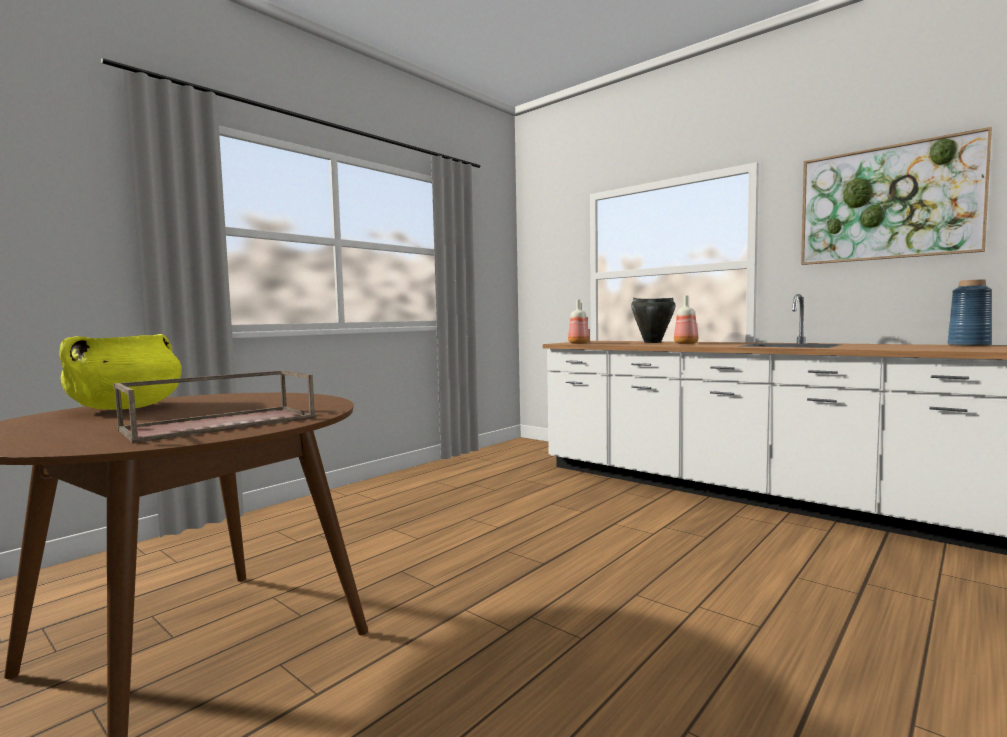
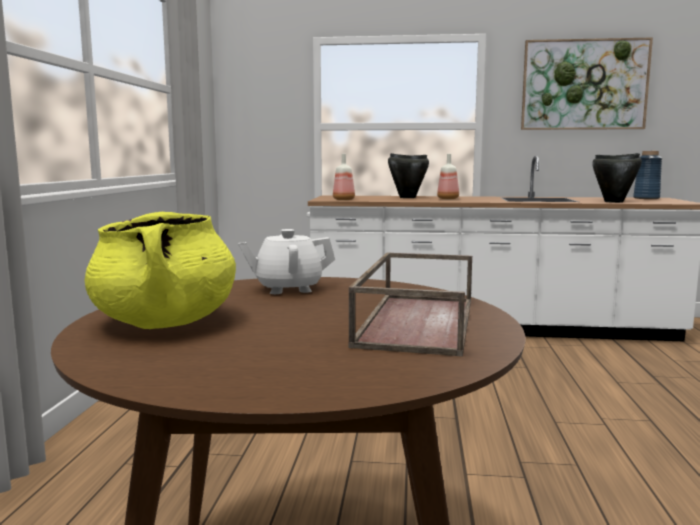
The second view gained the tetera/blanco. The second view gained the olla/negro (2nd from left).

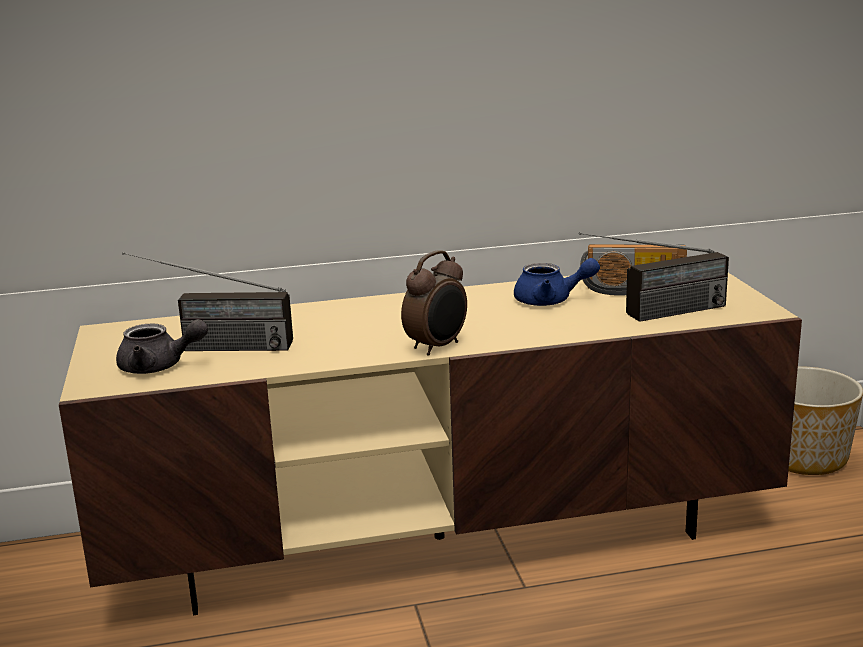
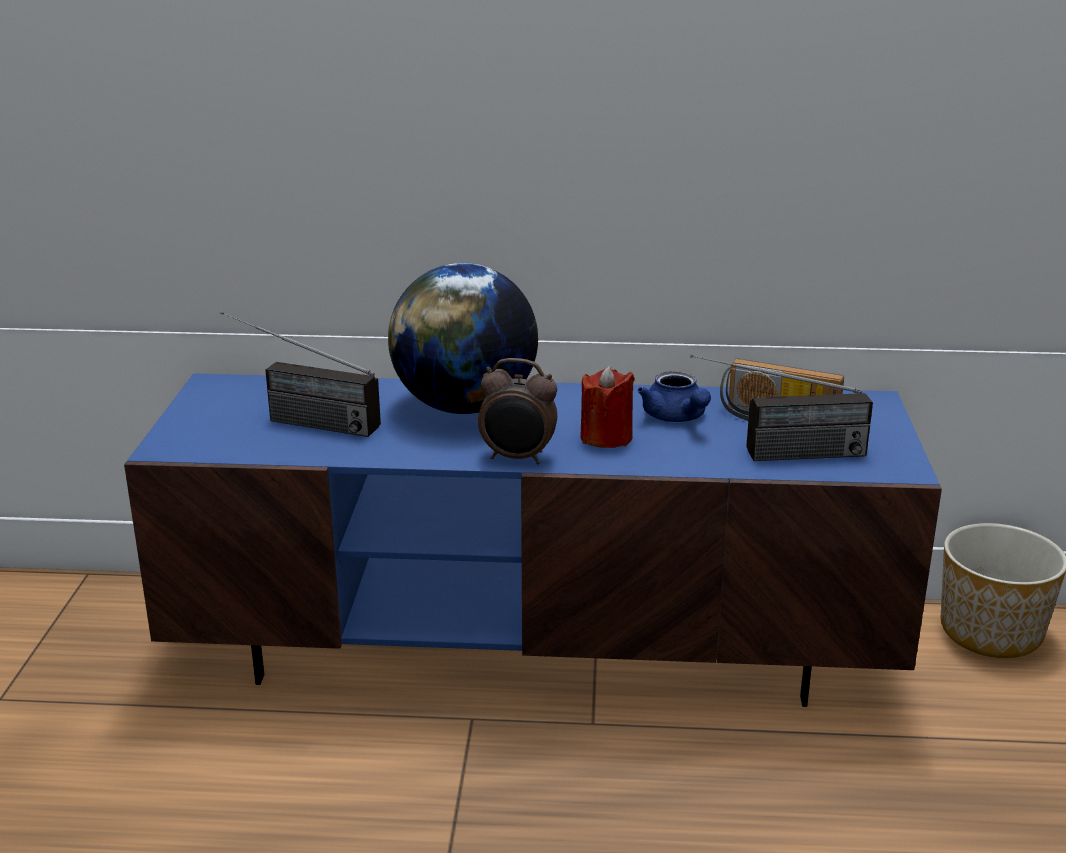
What was the mueble de televisión/beis turned into the mueble de televisión/azul. The second view lost the tetera/gris. The despertador ended up facing another way, 45 degrees clockwise from before. The tetera/azul ended up facing another way, 45 degrees clockwise from before. The second view gained the globo terráqueo. The second view gained the vela/rojo.

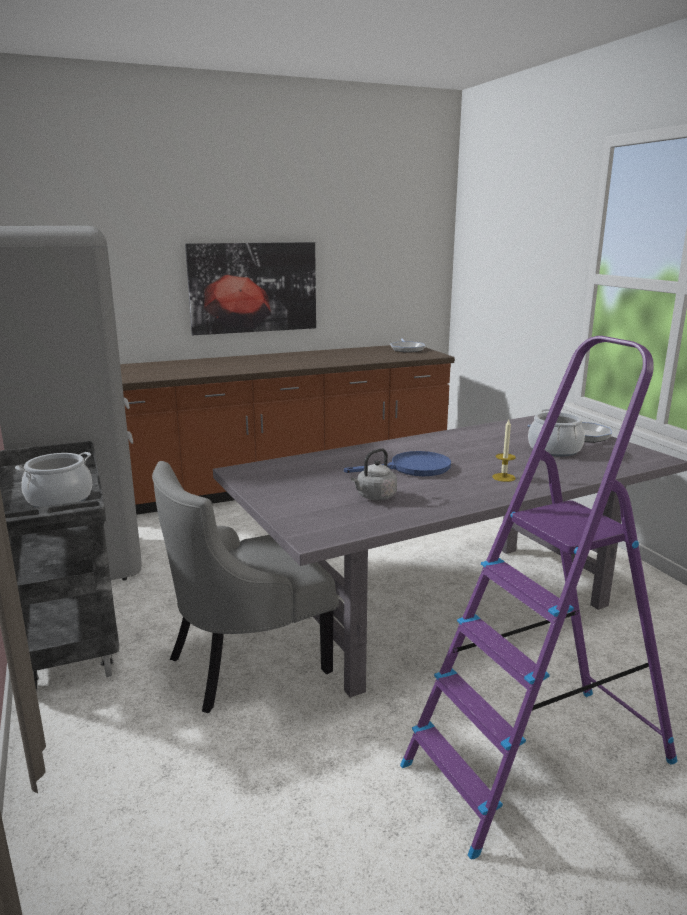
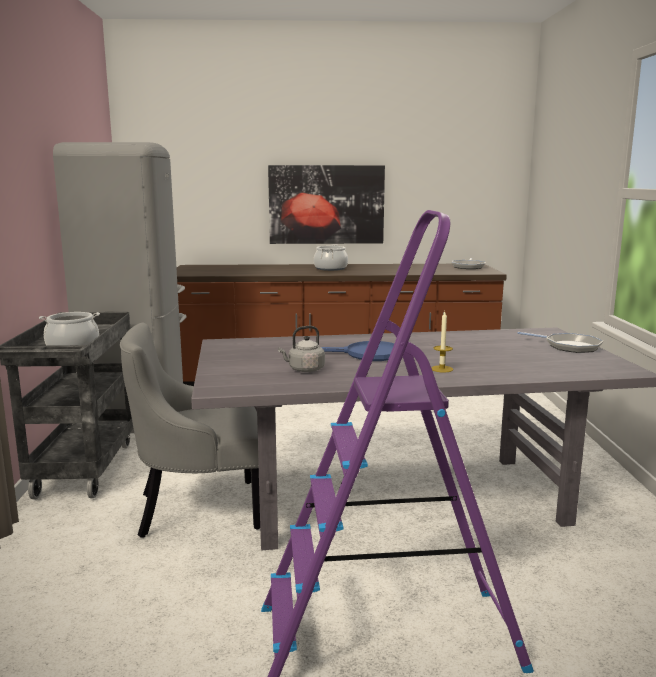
The olla (2nd from left) ended up elsewhere.

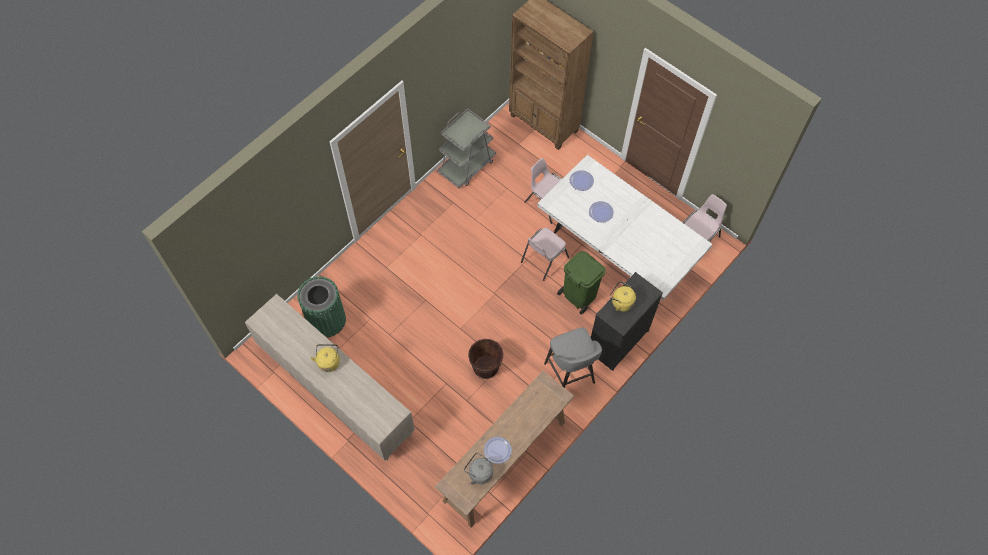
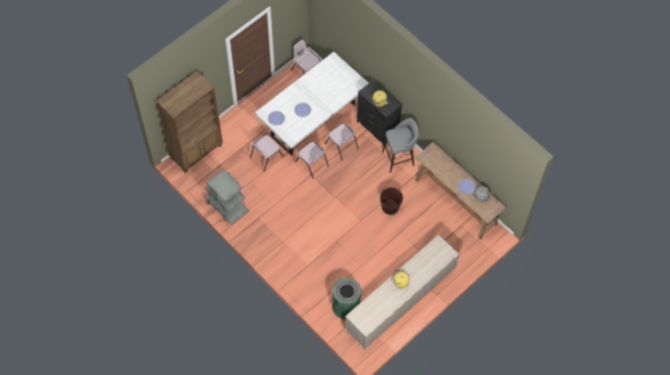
Where the papelera/verde (2nd from left) stood, the silla/rosa (4th from left) came to stand.

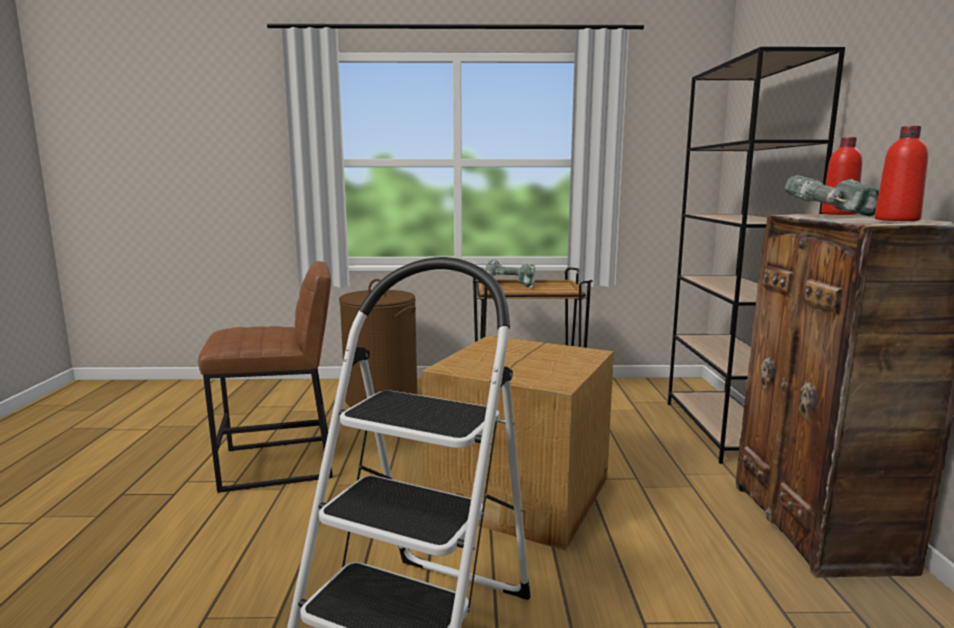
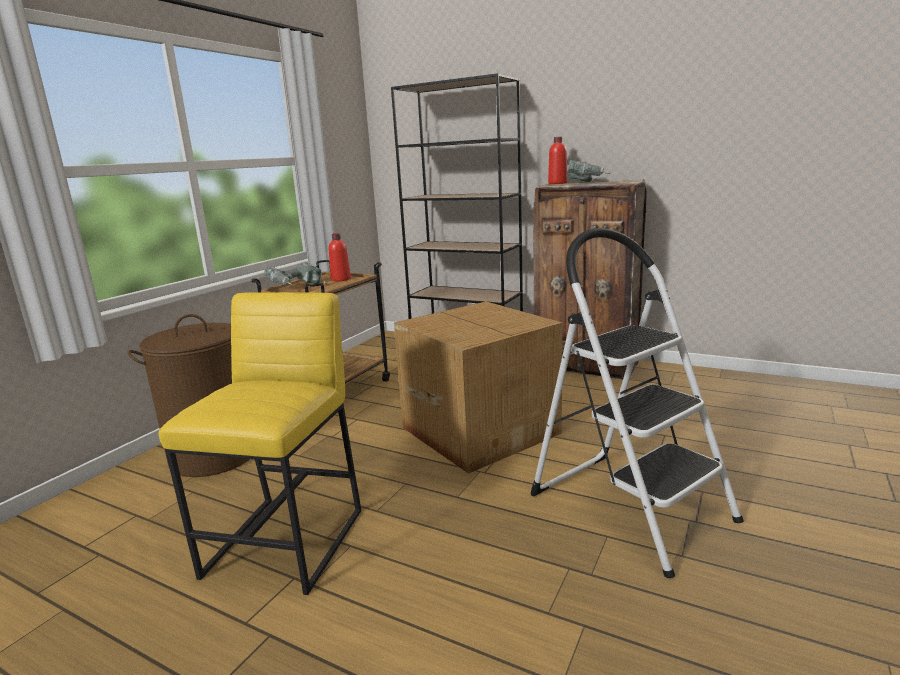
What was the silla/marrón turned into the silla/amarillo. The botella/rojo (2nd from left in the first image) ended up elsewhere.

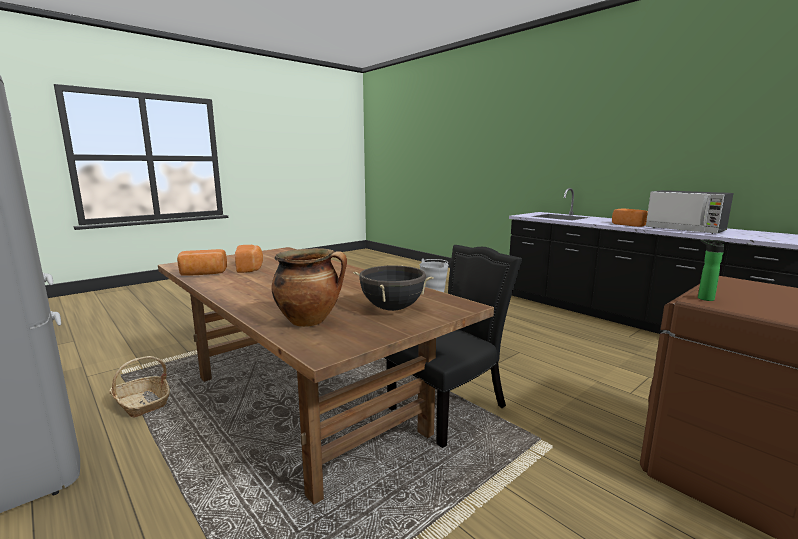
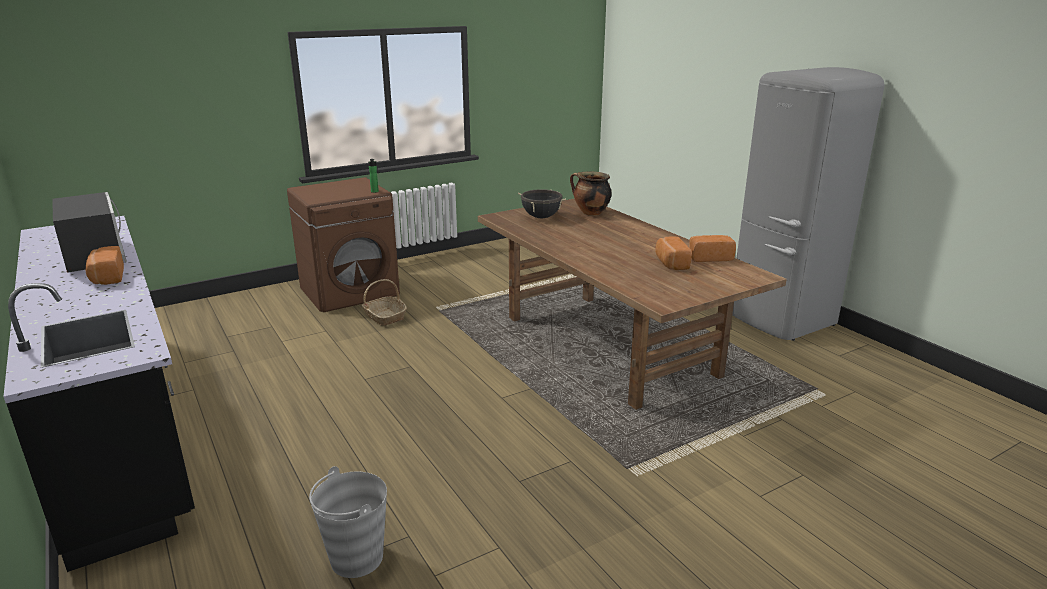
The cesta ended up elsewhere. The second view lost the silla/negro.

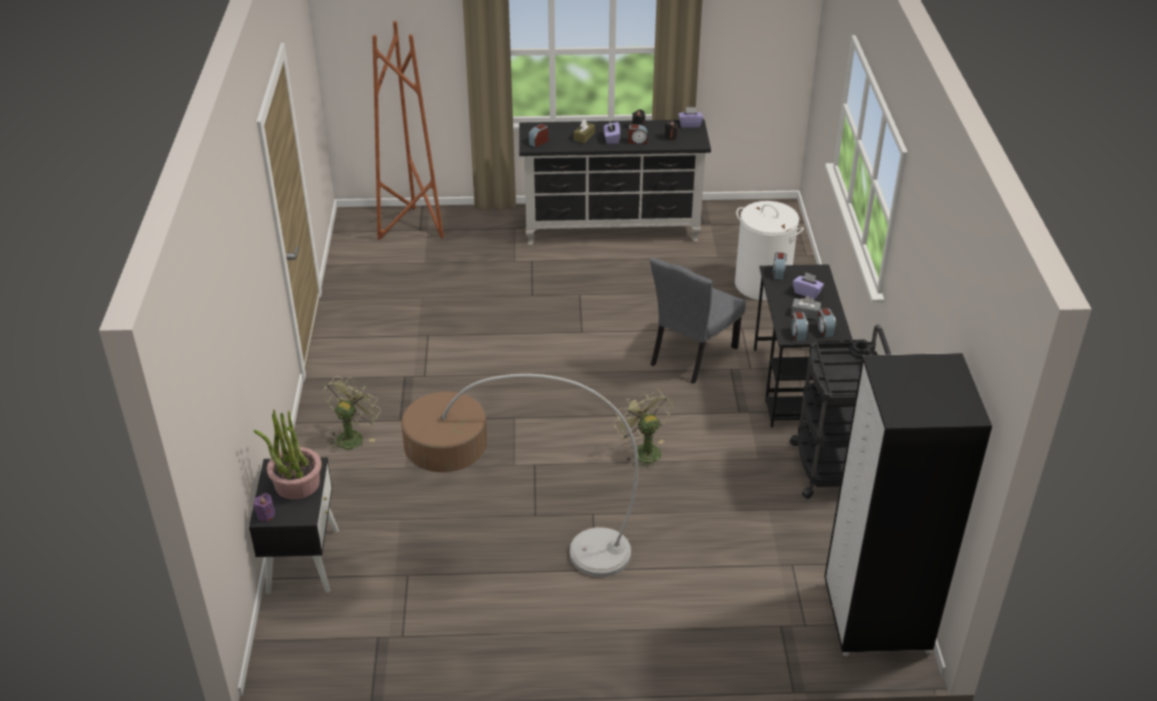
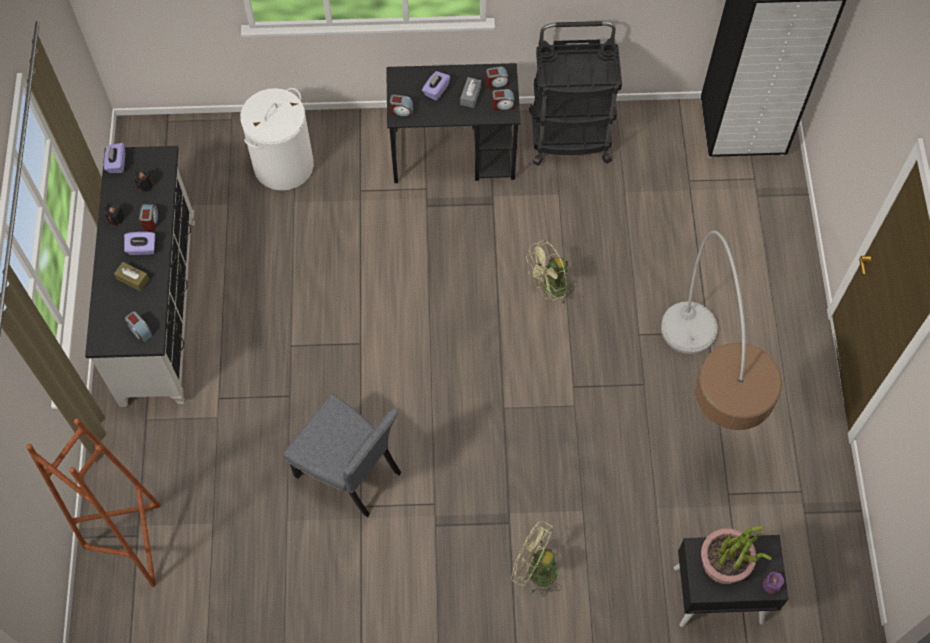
The silla/gris ended up elsewhere.

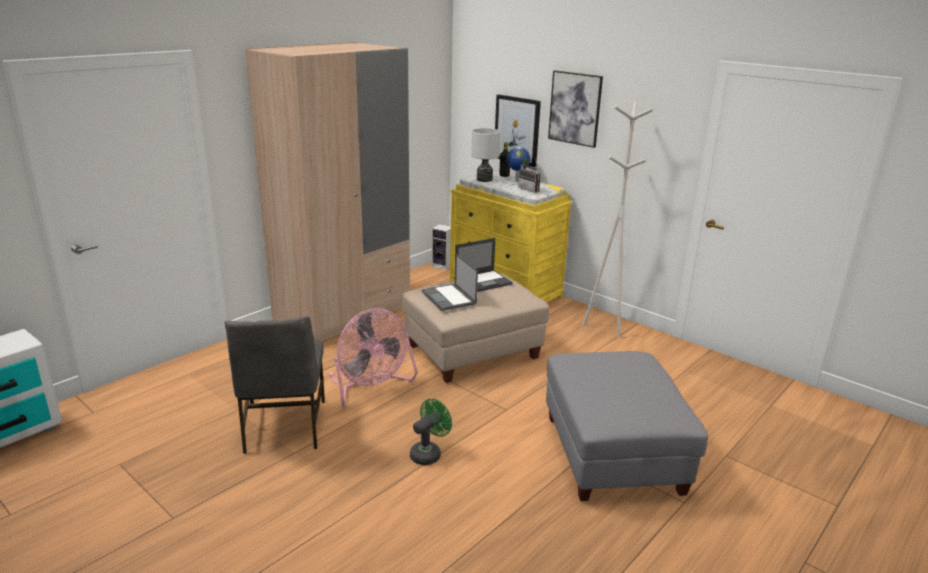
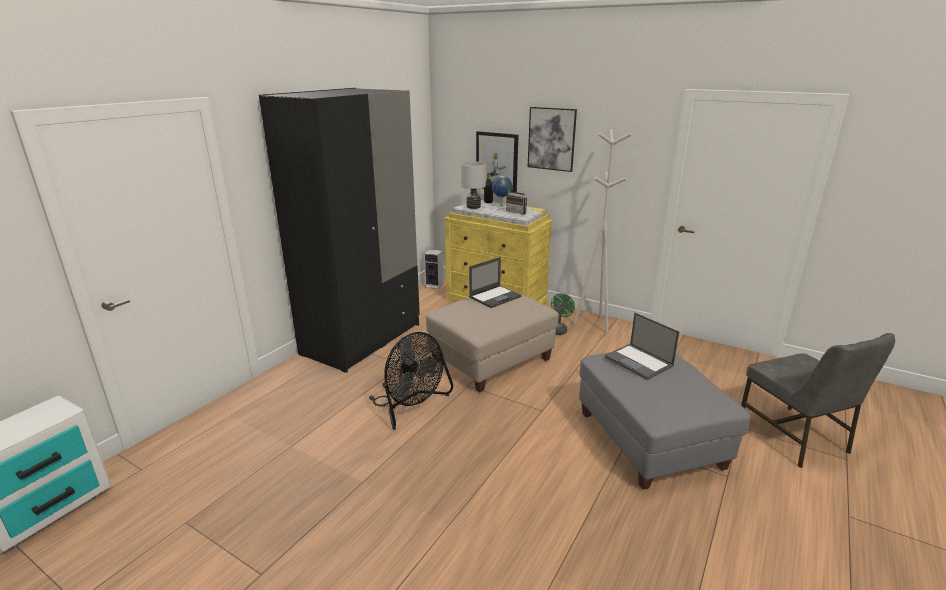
The silla/gris ended up elsewhere. What was the armario ropero/beis turned into the armario ropero/negro. What was the ventilador/rosa turned into the ventilador/negro. The ventilador/verde ended up elsewhere. The portátil (1st from left in the first image) ended up elsewhere.

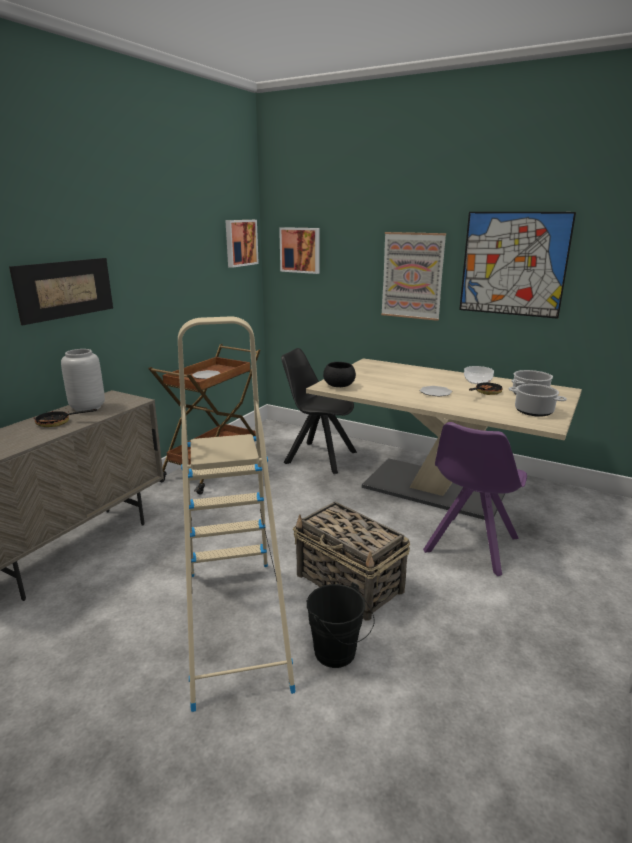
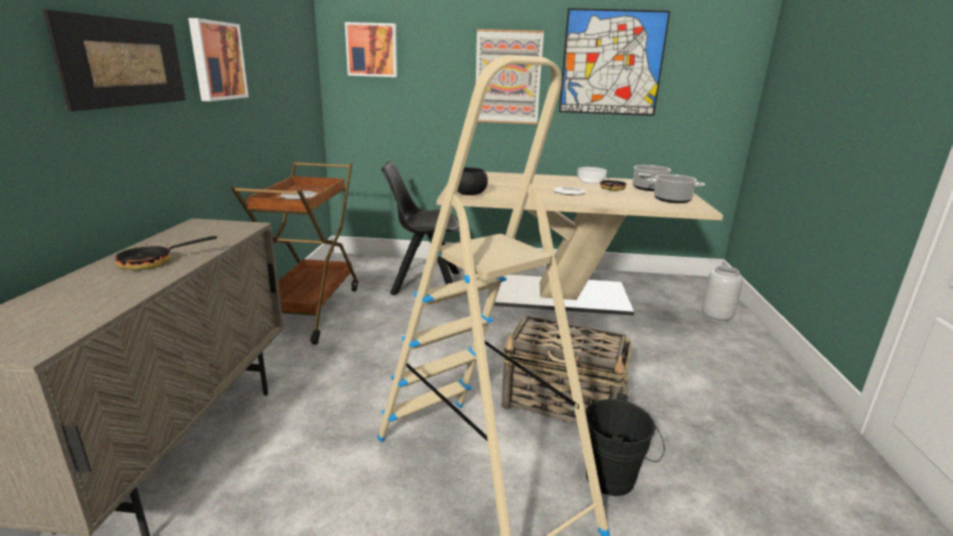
The florero/gris ended up elsewhere. The cuadro (2nd from left) ended up elsewhere. The second view lost the silla/morado.

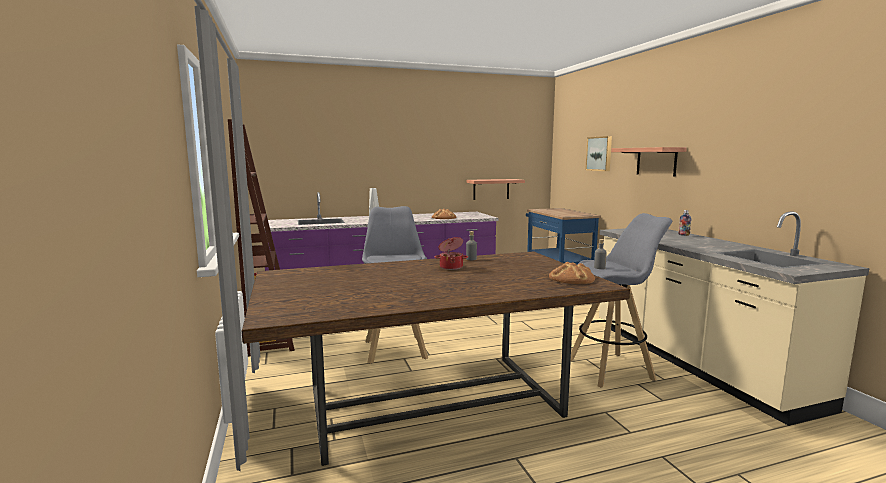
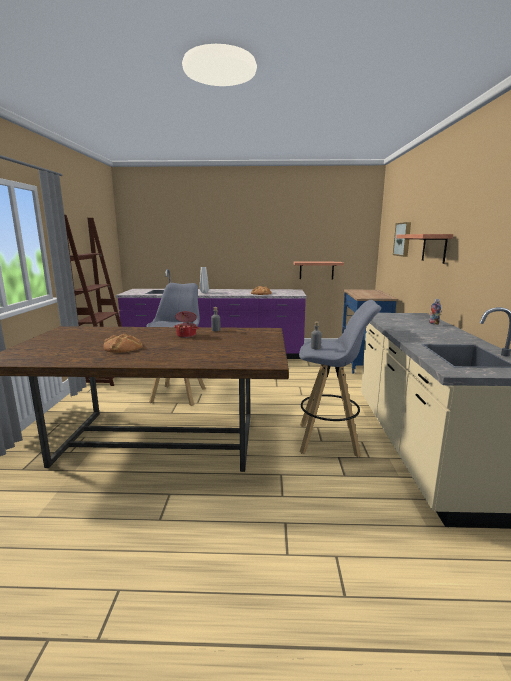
The pan (2nd from left in the first image) ended up elsewhere.

